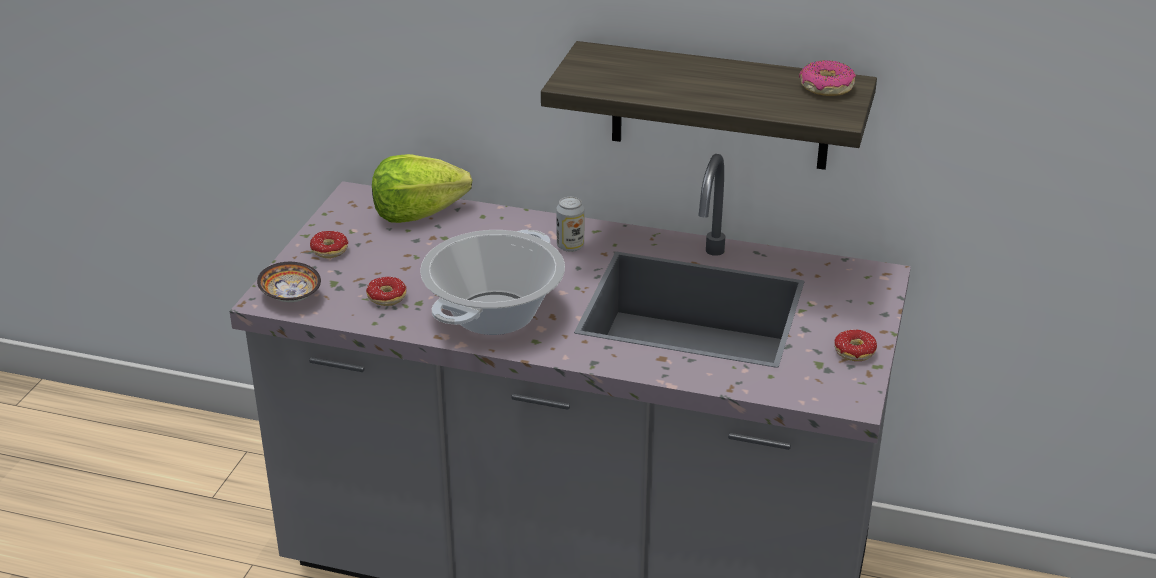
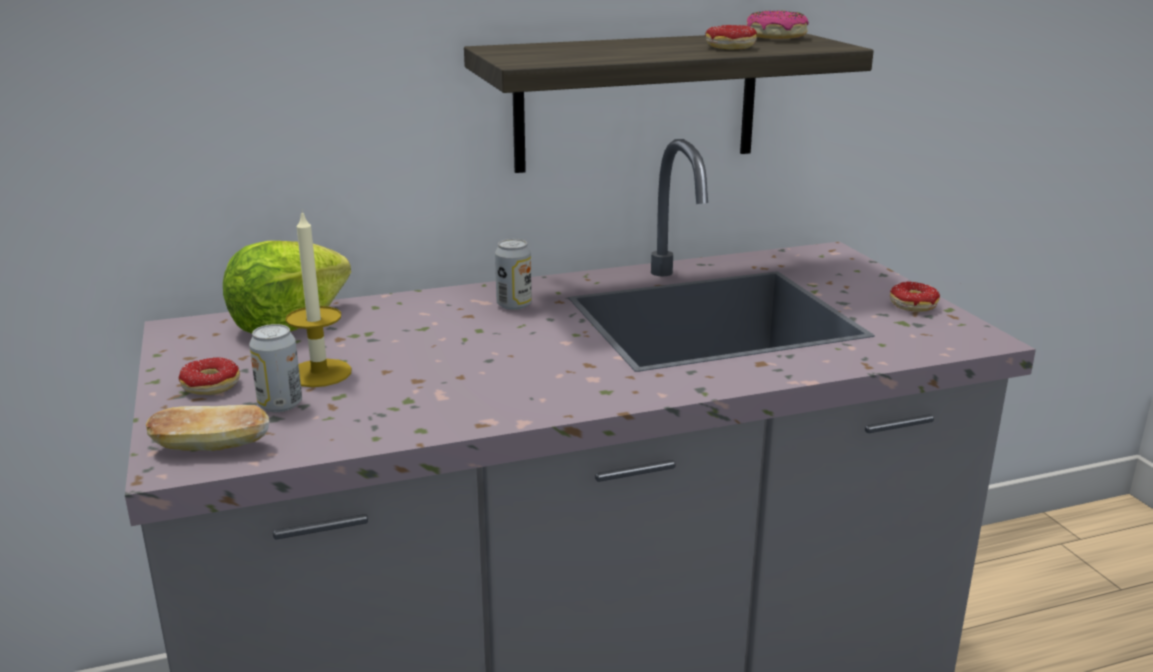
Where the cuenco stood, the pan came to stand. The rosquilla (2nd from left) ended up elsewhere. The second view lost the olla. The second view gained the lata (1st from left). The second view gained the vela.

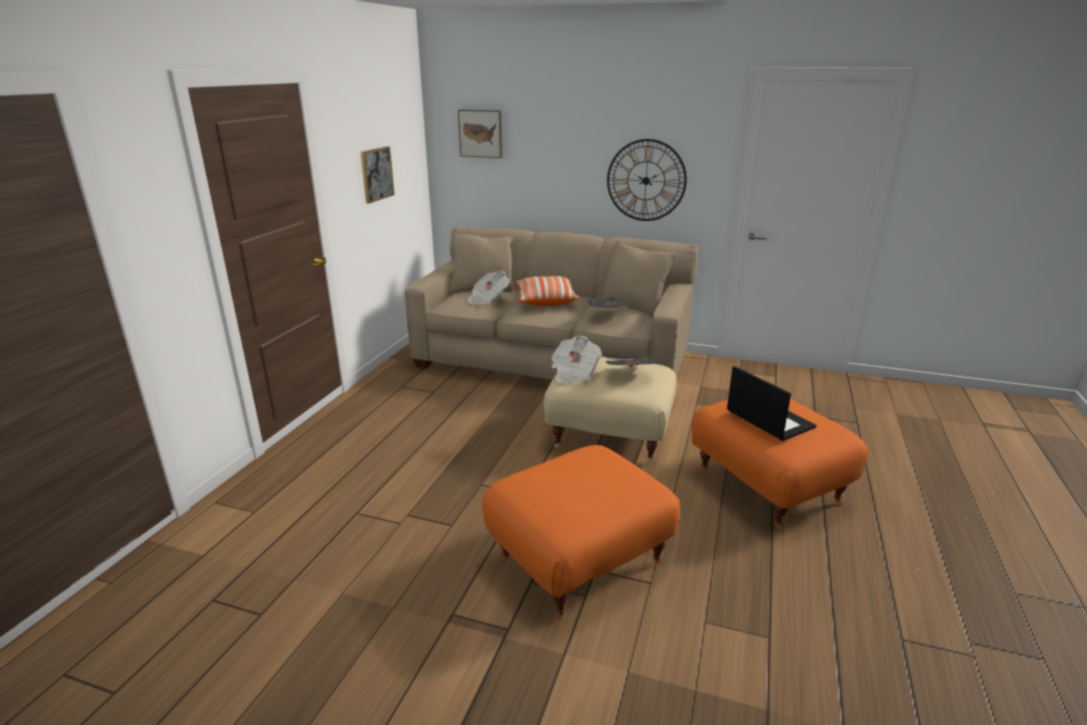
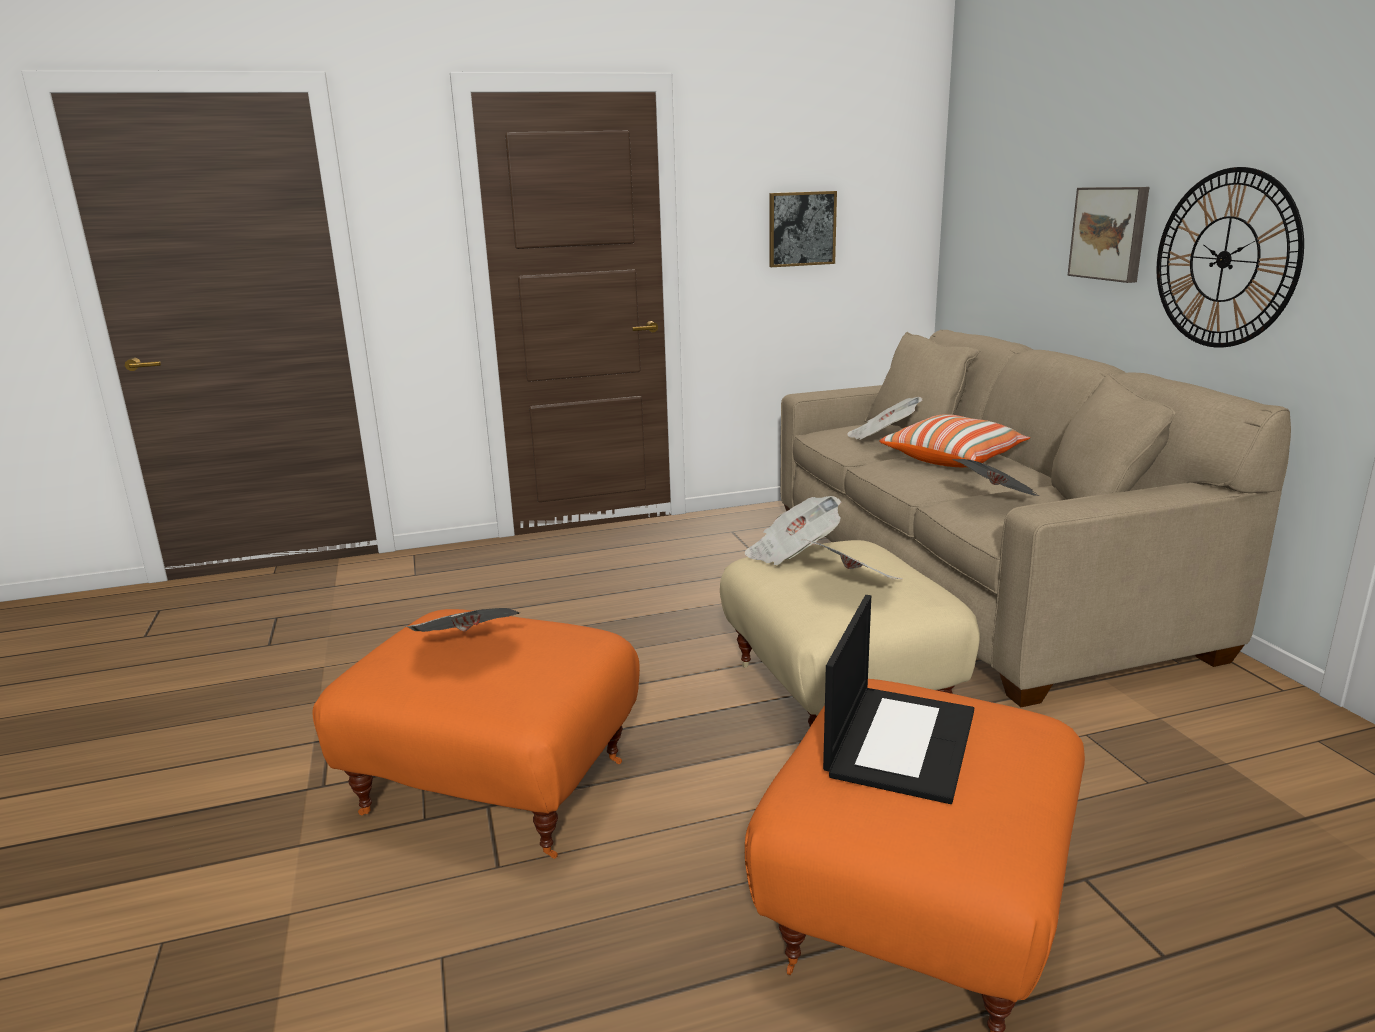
The cuadro (2nd from left) ended up elsewhere. The second view gained the periódico (1st from left).

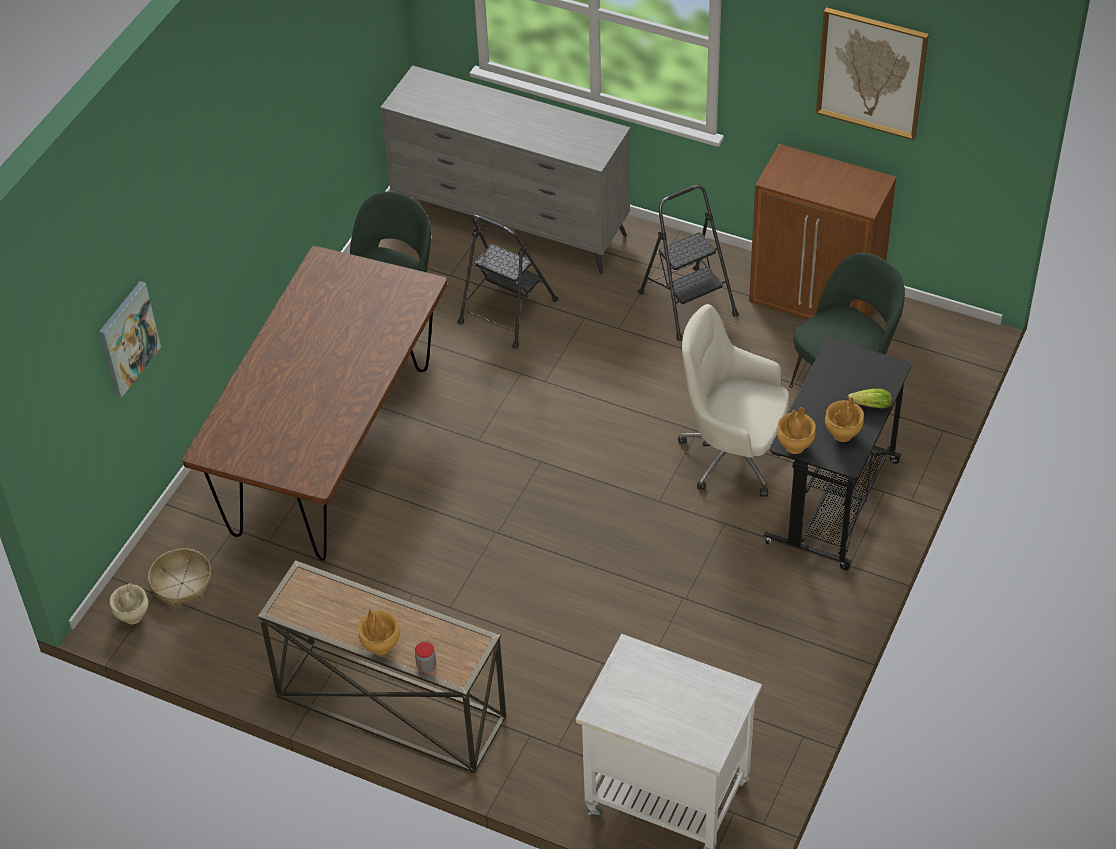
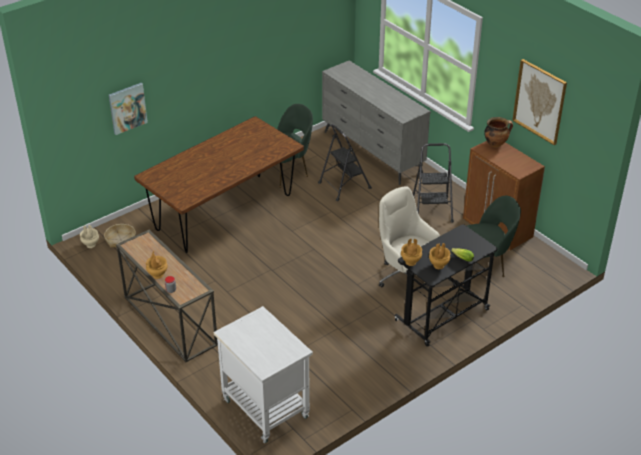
The second view gained the olla.

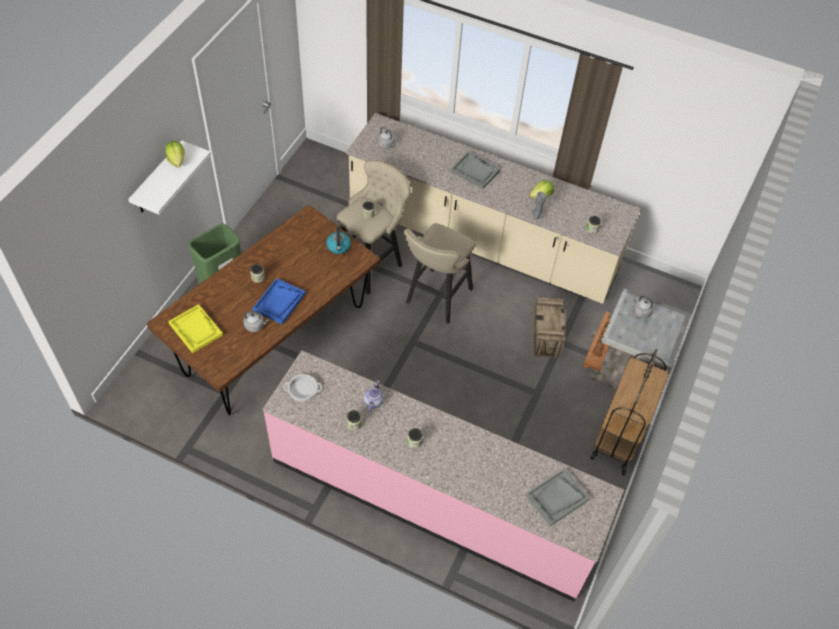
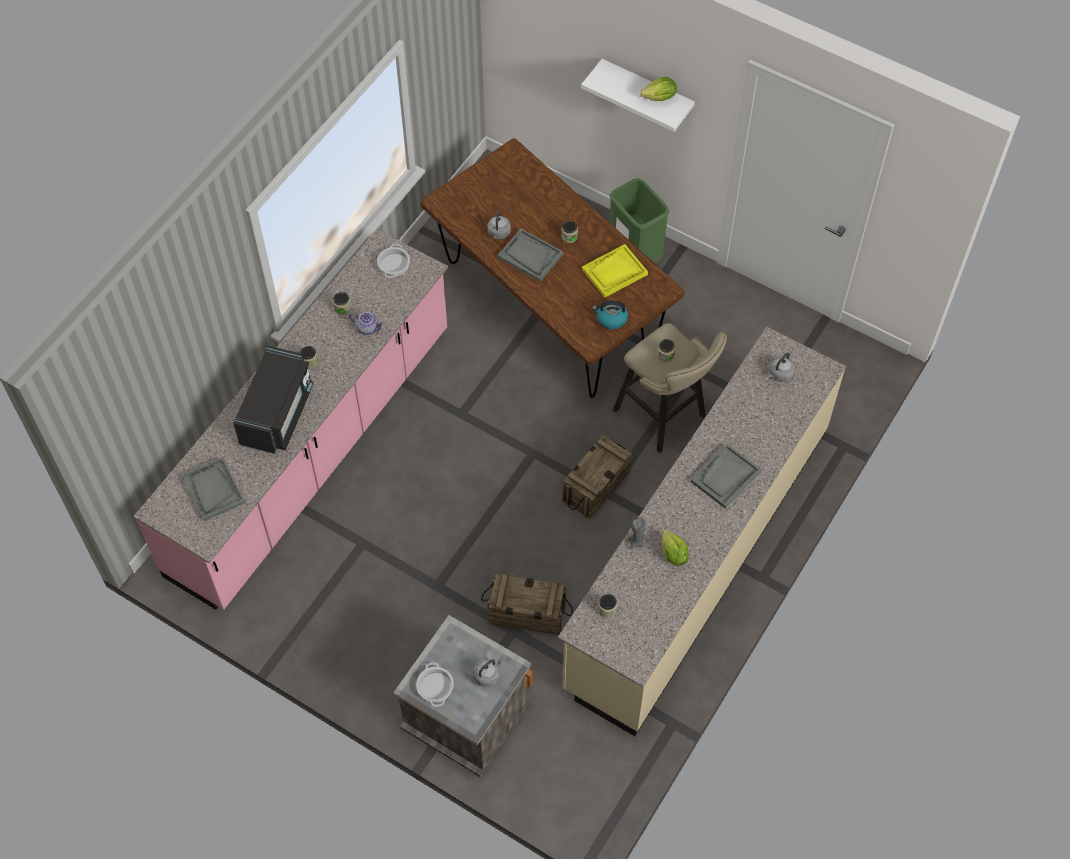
The bandeja/amarillo ended up elsewhere. What was the bandeja/azul turned into the bandeja/gris (2nd from left). Where the taburete/beis (2nd from left) stood, the caja de embalaje (2nd from left) came to stand. The second view lost the carrito/marrón. The second view gained the microondas/negro. The second view gained the olla (2nd from left).

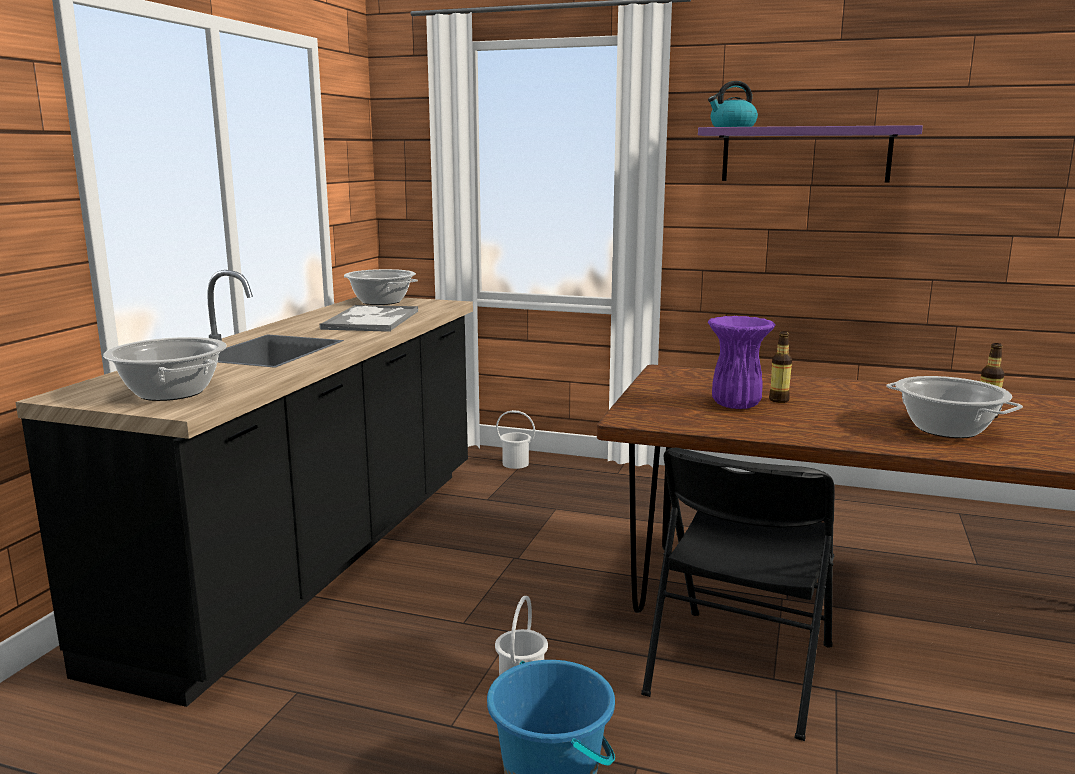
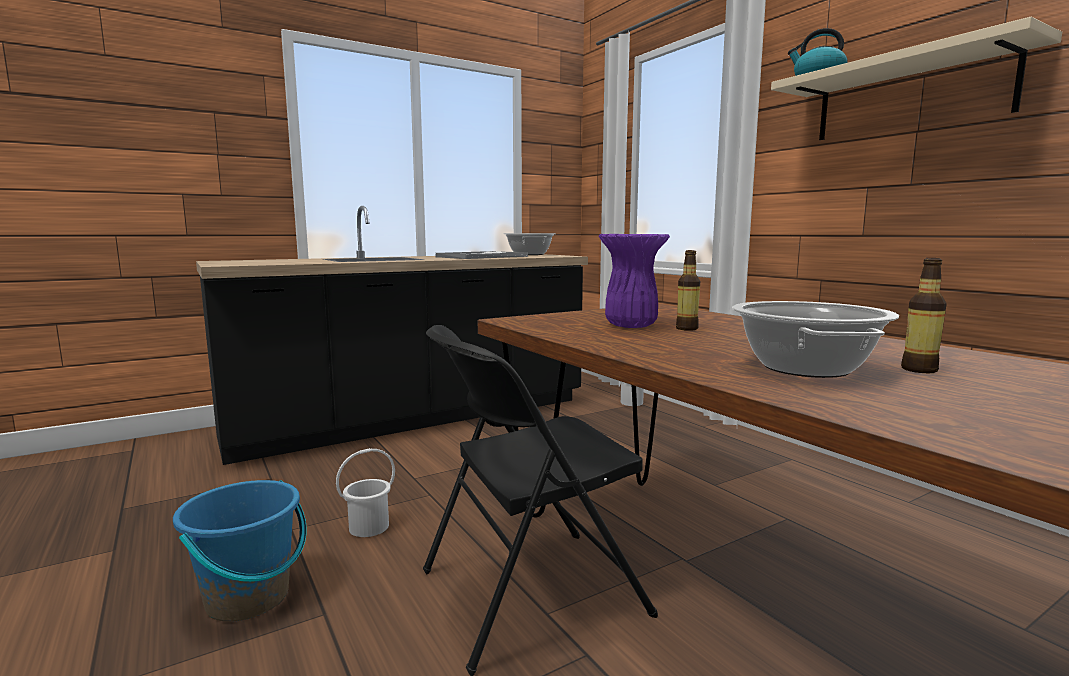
The second view lost the olla (1st from left). What was the estante/morado turned into the estante/beis.

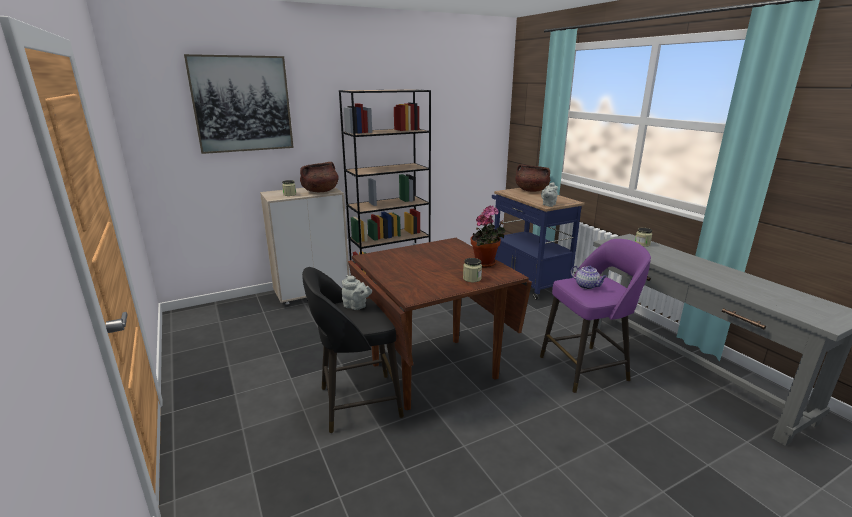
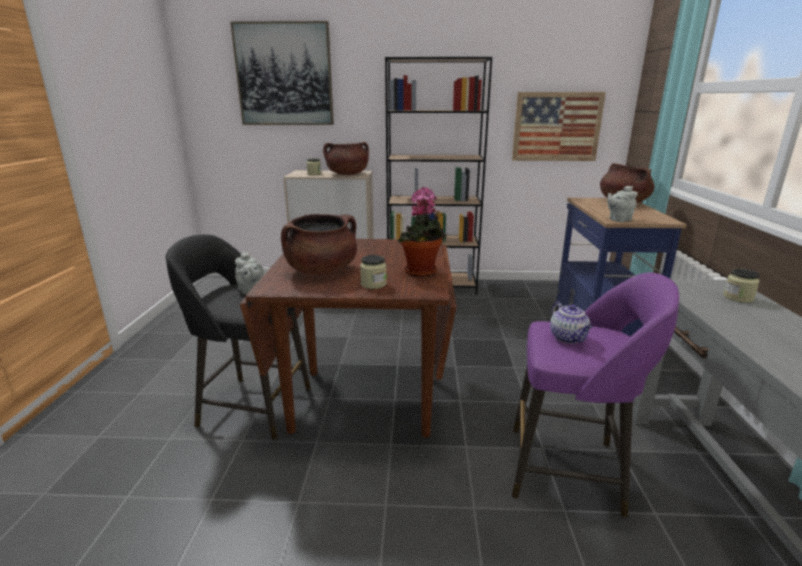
The second view gained the olla/marrón (1st from left). The second view gained the cuadro (2nd from left).

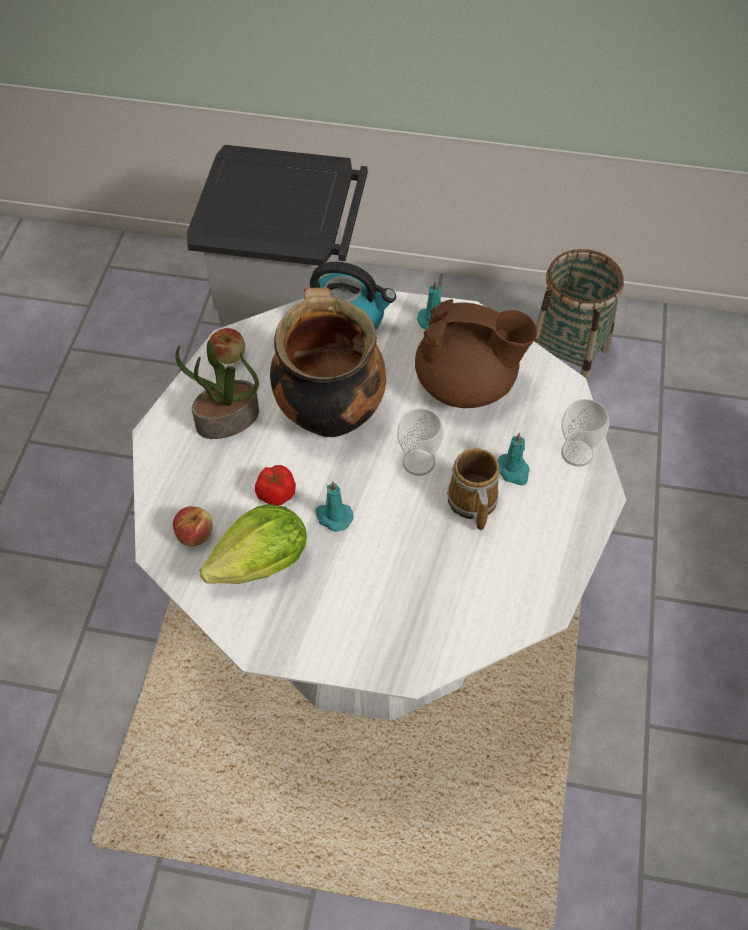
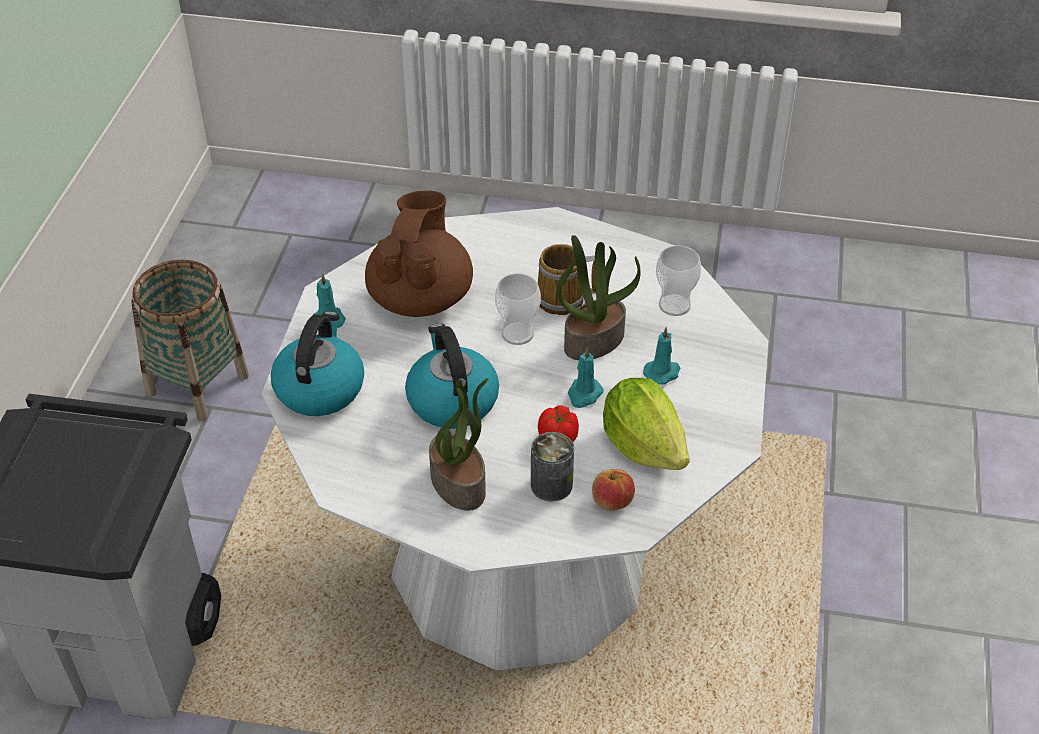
The second view lost the manzana (2nd from left). Where the olla stood, the hervidor (2nd from left) came to stand. The vela/turquesa (3rd from left) ended up elsewhere. The taza (2nd from left) ended up elsewhere. The second view gained the lata. The second view gained the planta en maceta (2nd from left).

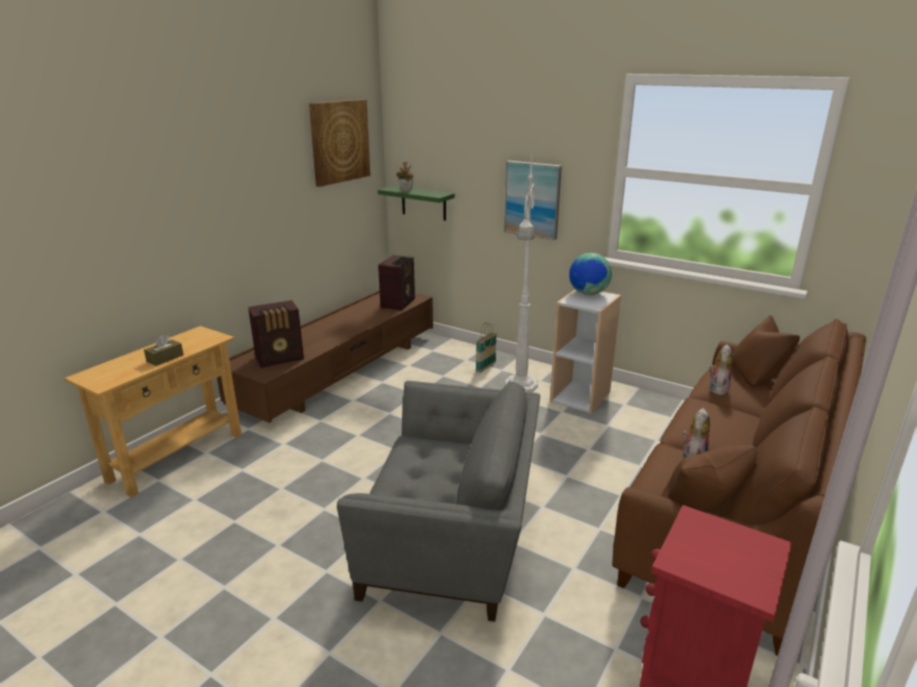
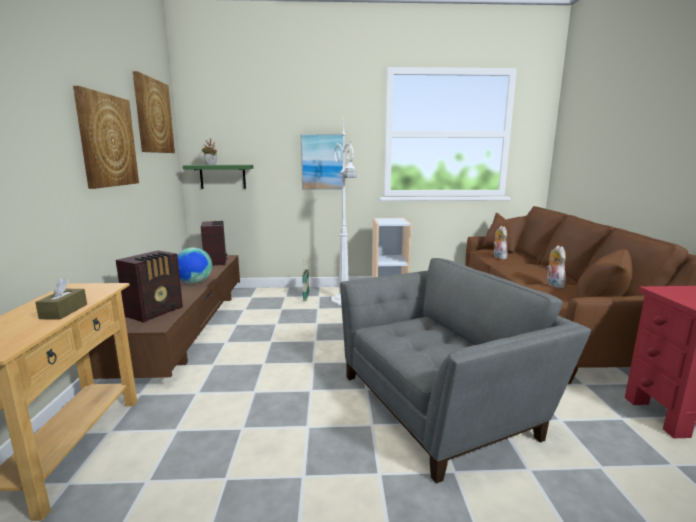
The globo terráqueo ended up elsewhere. The second view gained the cuadro (1st from left).

